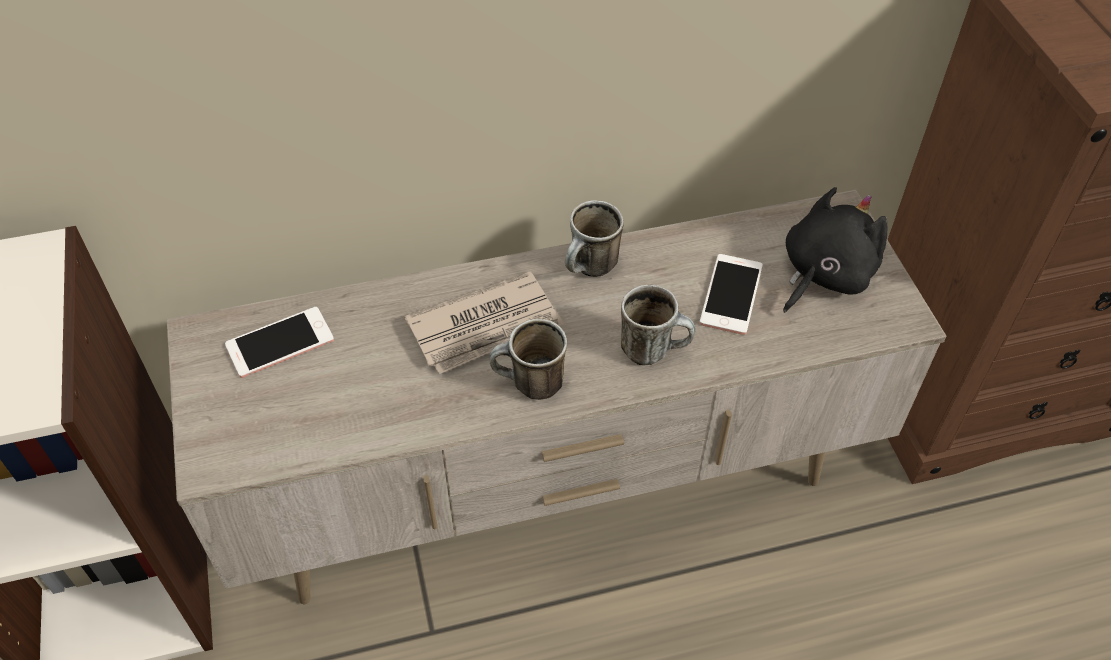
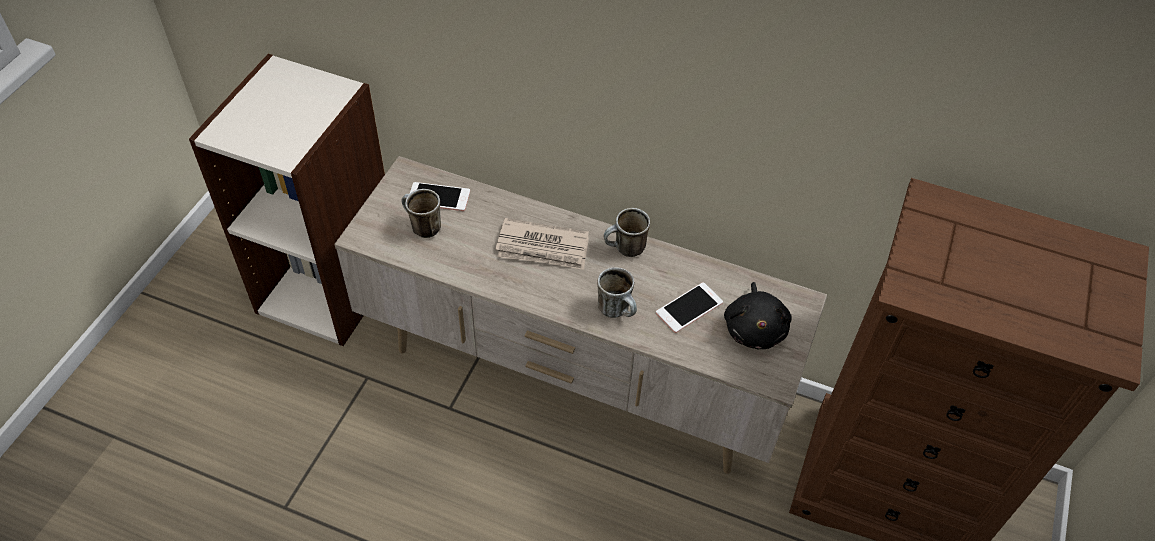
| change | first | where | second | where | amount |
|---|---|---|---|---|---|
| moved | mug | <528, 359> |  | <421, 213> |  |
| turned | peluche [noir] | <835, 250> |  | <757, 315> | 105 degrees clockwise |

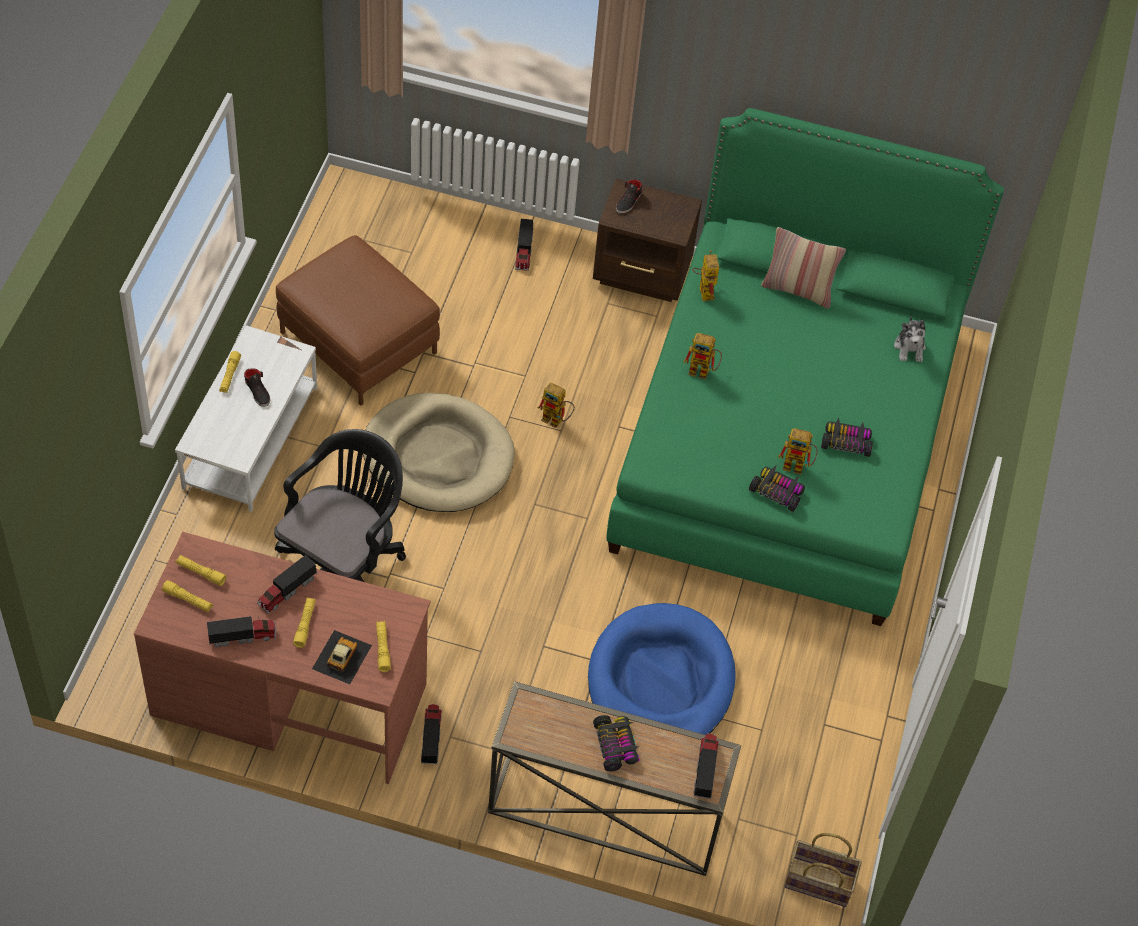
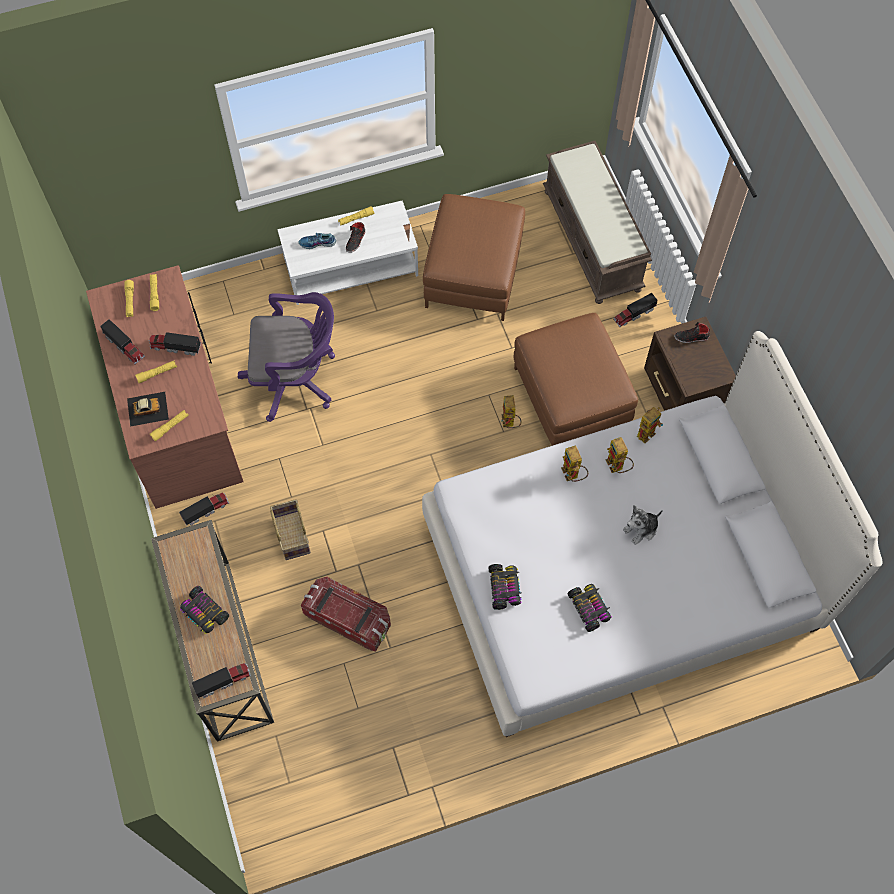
| change | first | where | second | where | amount |
|---|---|---|---|---|---|
| turned | petite voiture | <616, 743> |  | <204, 610> | 90 degrees clockwise |
| recoloured | chaise de bureau [noir] | <340, 505> | chaise de bureau [violet] | <286, 357> |  |
| moved | panier | <823, 870> |  | <290, 529> |  |
| added |  |  | chaussure | <317, 241> |  |
| replaced | panier pour chien [bleu] | <662, 669> | boîte de rangement | <346, 614> |  |
| recoloured | lit [vert] | <805, 367> | lit [blanc] | <652, 534> |  |
| added |  |  | pouf [marron] | <576, 379> |  |
| added |  |  | banc [marron] | <597, 222> |  |
| moved | robot jouet | <798, 451> |  | <620, 455> |  |
| moved | peluche | <910, 338> |  | <643, 525> |  |
| removed | panier pour chien [beige] | <439, 452> |  |  |  |
| removed | coussin | <803, 268> |  |  |  |

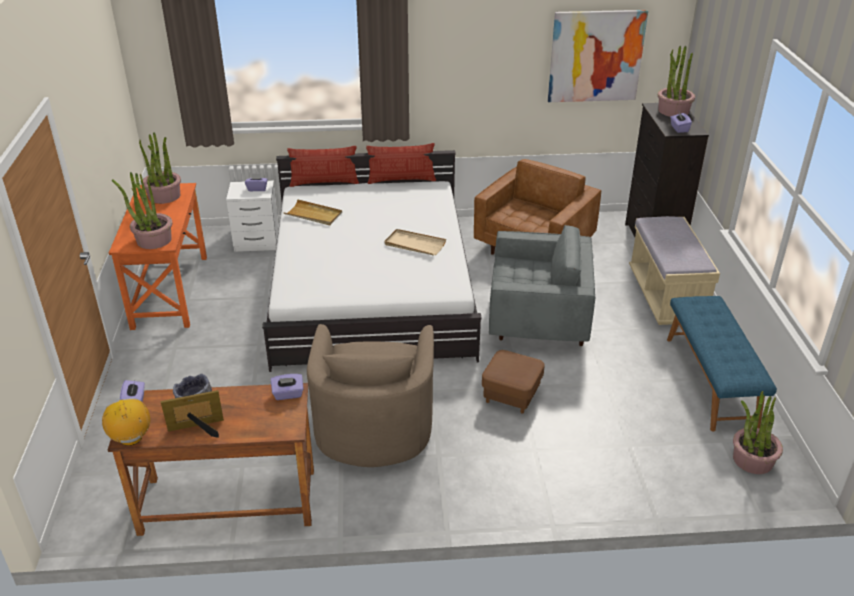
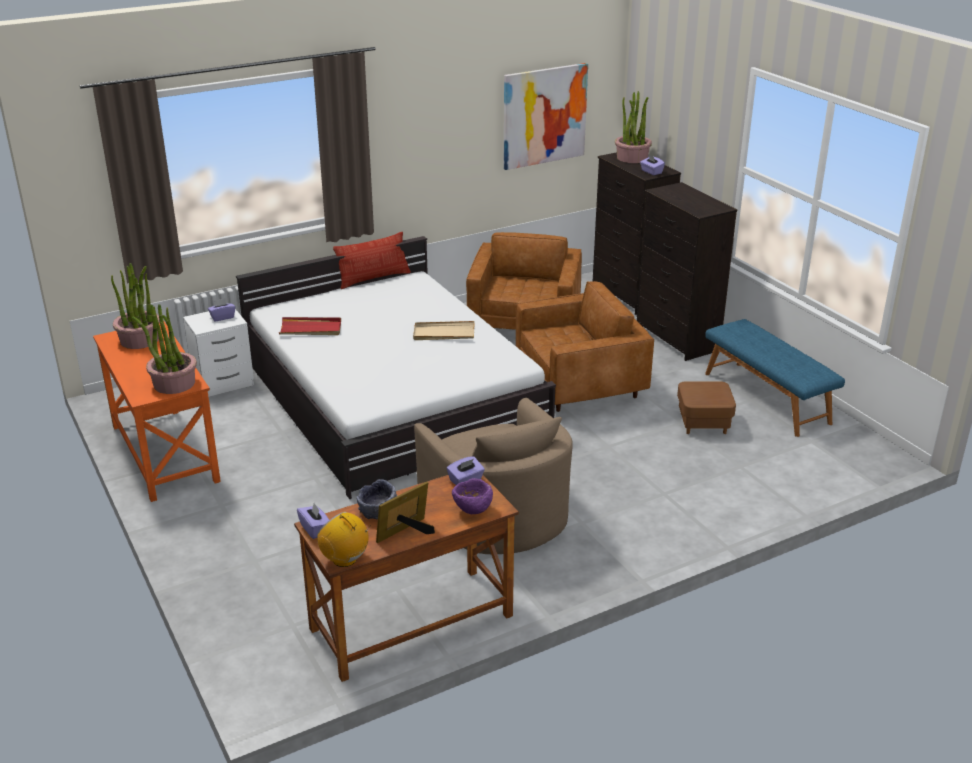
| change | first | where | second | where | amount |
|---|---|---|---|---|---|
| recoloured | plateau [beige] | <312, 212> | plateau [rouge] | <310, 326> |  |
| added |  |  | bol [violet] | <472, 496> |  |
| recoloured | fauteuil [gris] | <542, 285> | fauteuil [marron] | <585, 346> |  |
| replaced | banc [beige] | <674, 270> | commode [noir] | <687, 271> |  |
| moved | pouf [marron] | <513, 382> |  | <706, 407> |  |
| removed | coussin | <323, 166> |  |  |  |
| removed | plante en pot | <758, 432> |  |  |  |

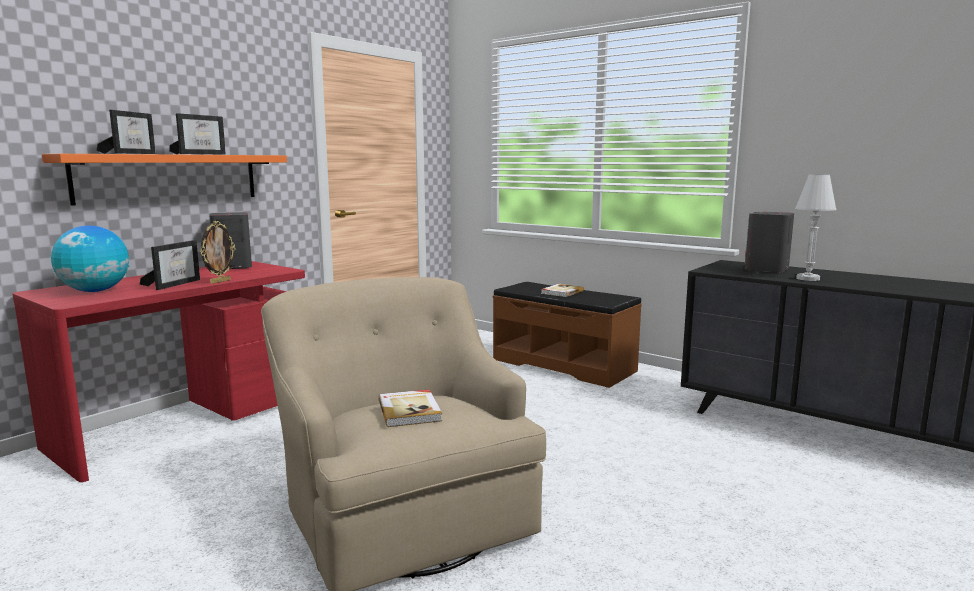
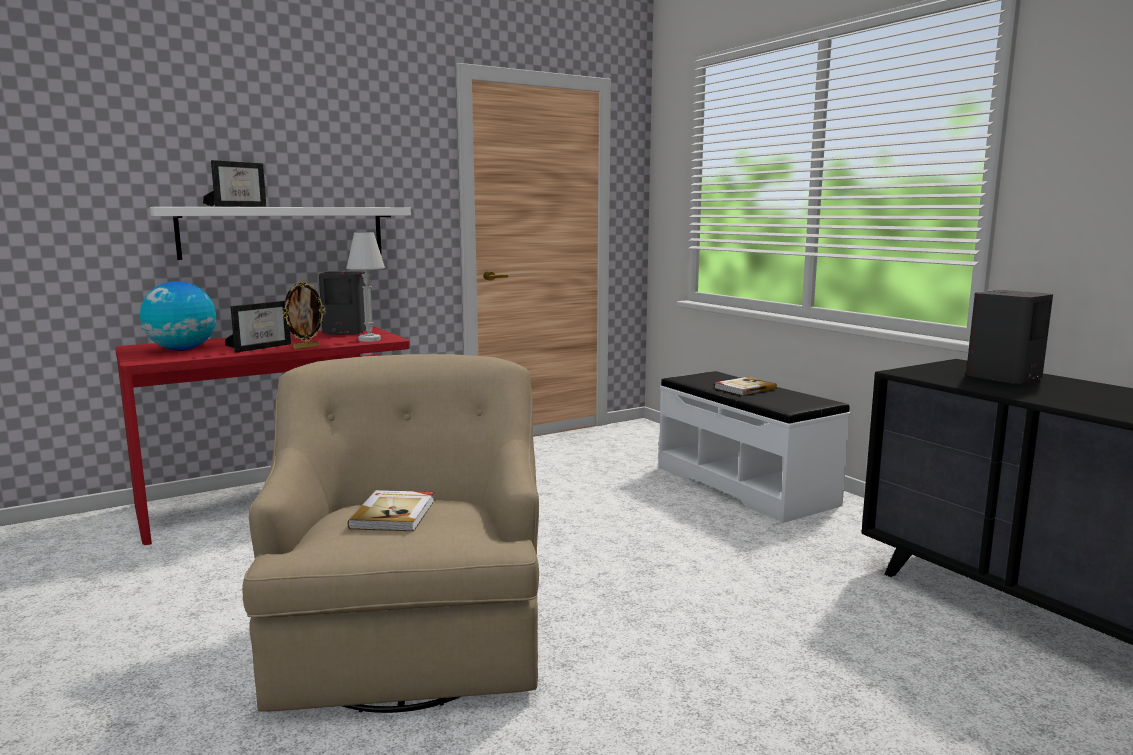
| change | first | where | second | where | amount |
|---|---|---|---|---|---|
| recoloured | étagère [orange] | <164, 180> | étagère [blanc] | <280, 233> |  |
| moved | lampe de table [blanc] | <815, 227> |  | <365, 287> |  |
| recoloured | banc [marron] | <567, 335> | banc [blanc] | <754, 447> |  |
| removed | cadre photo | <197, 133> |  |  |  |

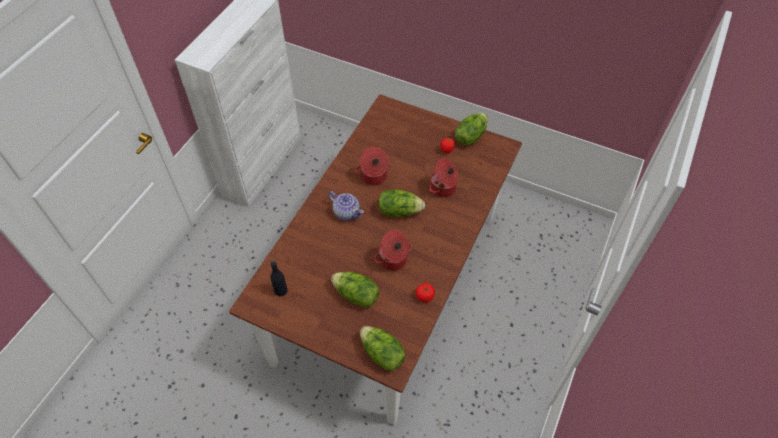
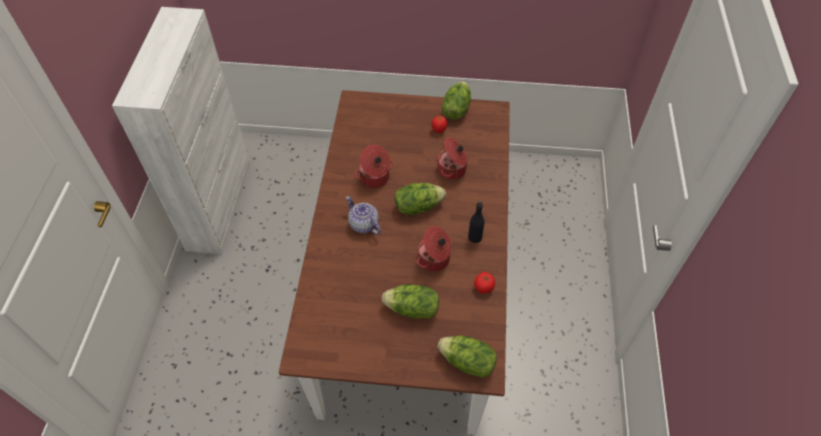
| change | first | where | second | where | amount |
|---|---|---|---|---|---|
| turned | théière | <346, 206> |  | <363, 215> | 150 degrees counterclockwise |
| moved | bouteille [noir] | <279, 277> |  | <476, 221> |  |

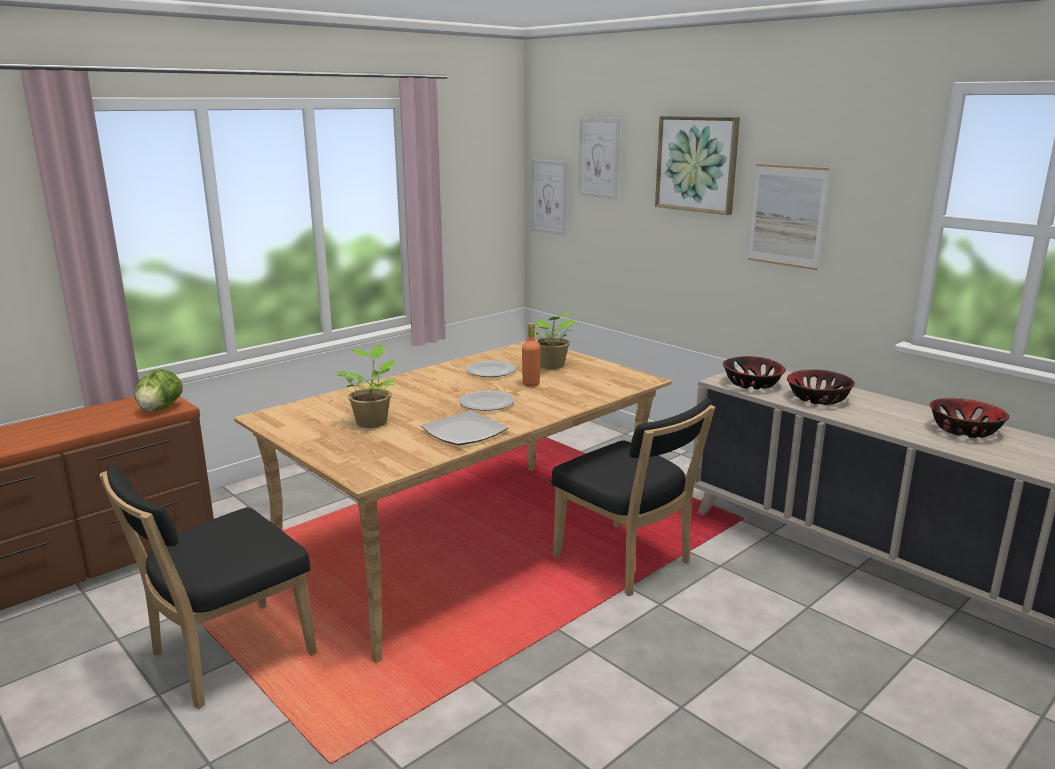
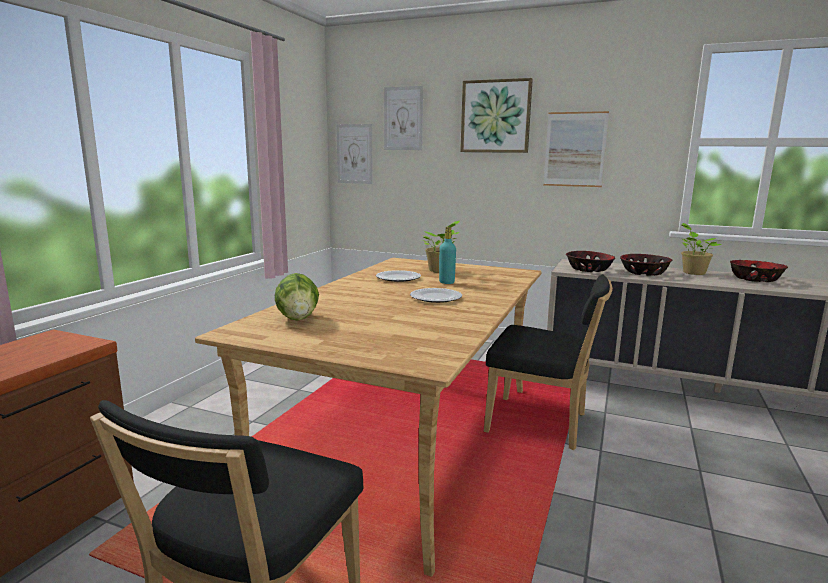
| change | first | where | second | where | amount |
|---|---|---|---|---|---|
| moved | laitue | <159, 390> |  | <297, 297> |  |
| recoloured | bouteille [orange] | <531, 355> | bouteille [turquoise] | <447, 255> |  |
| moved | plante en pot | <366, 386> |  | <701, 249> |  |
| removed | assiette | <464, 427> |  |  |  |

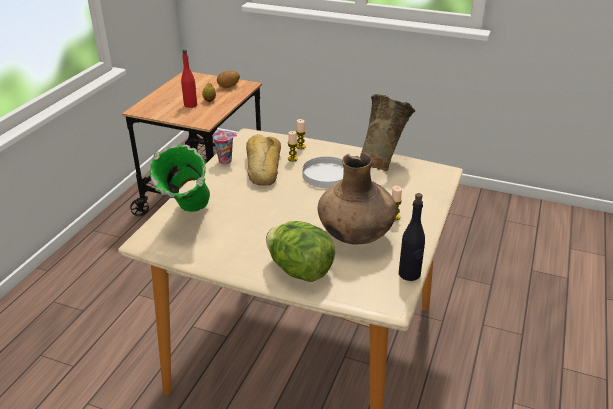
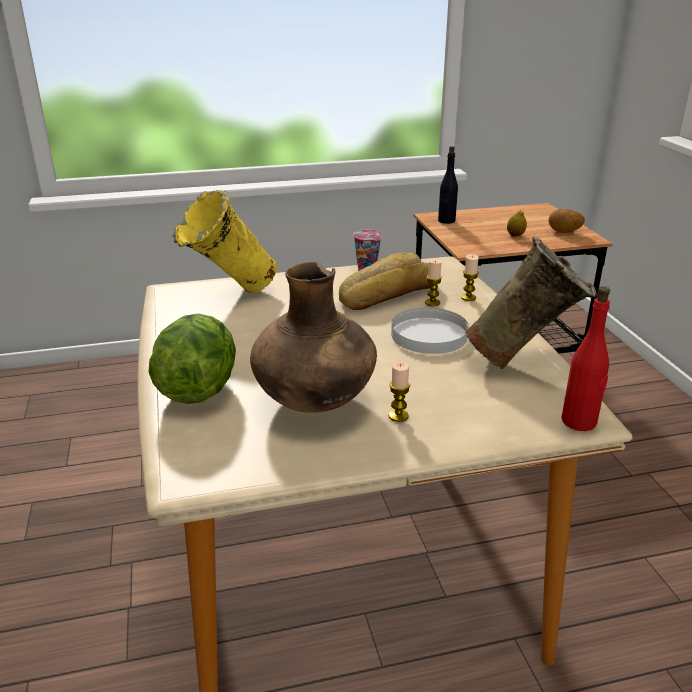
| change | first | where | second | where | amount |
|---|---|---|---|---|---|
| recoloured | vase [vert] | <180, 178> | vase [jaune] | <225, 241> |  |
| moved | bouteille [noir] | <412, 237> |  | <448, 185> |  |
| moved | bouteille [rouge] | <189, 79> |  | <585, 358> |  |

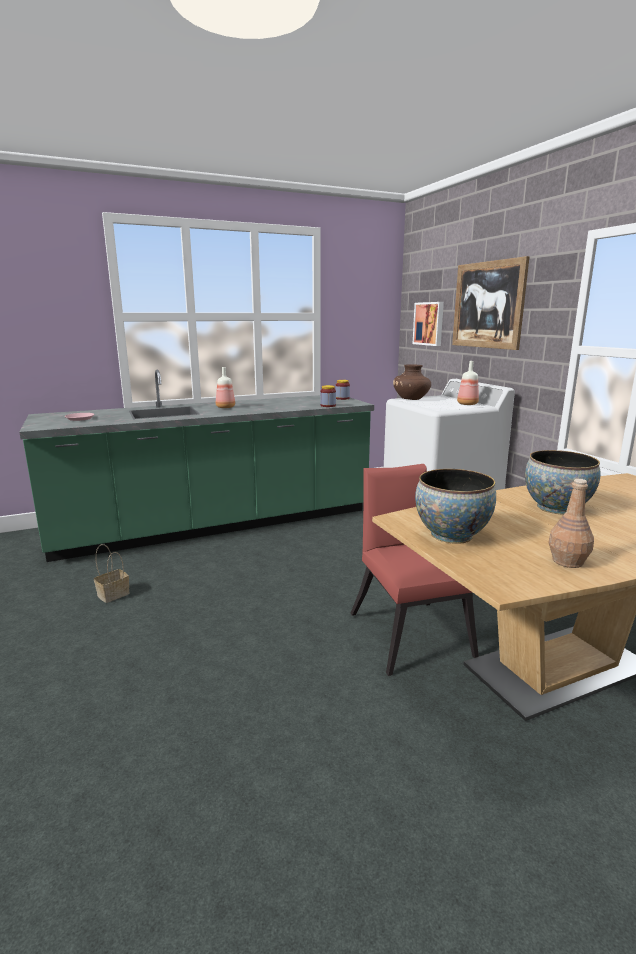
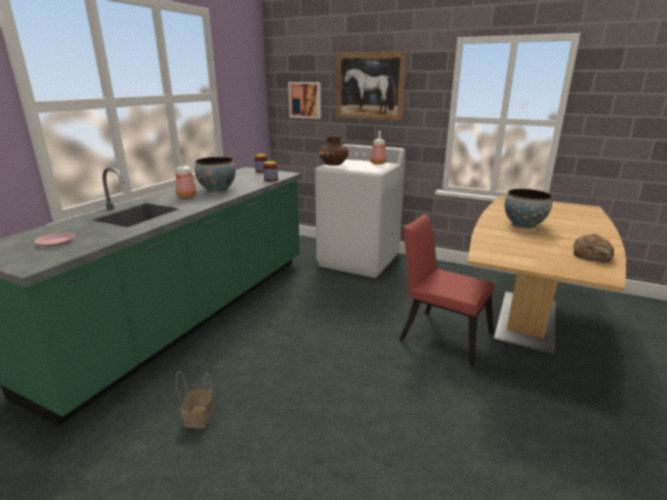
| change | first | where | second | where | amount |
|---|---|---|---|---|---|
| moved | bol | <455, 506> |  | <215, 175> |  |
| replaced | bouteille [marron] | <571, 523> | pain | <593, 248> |  |

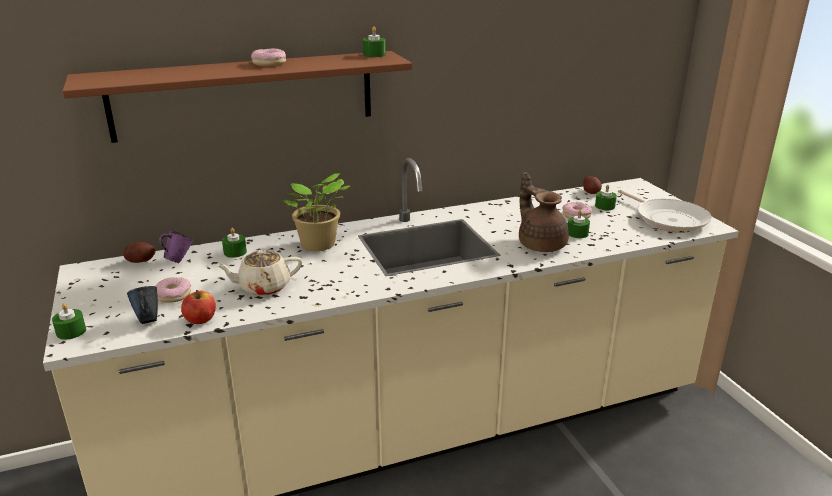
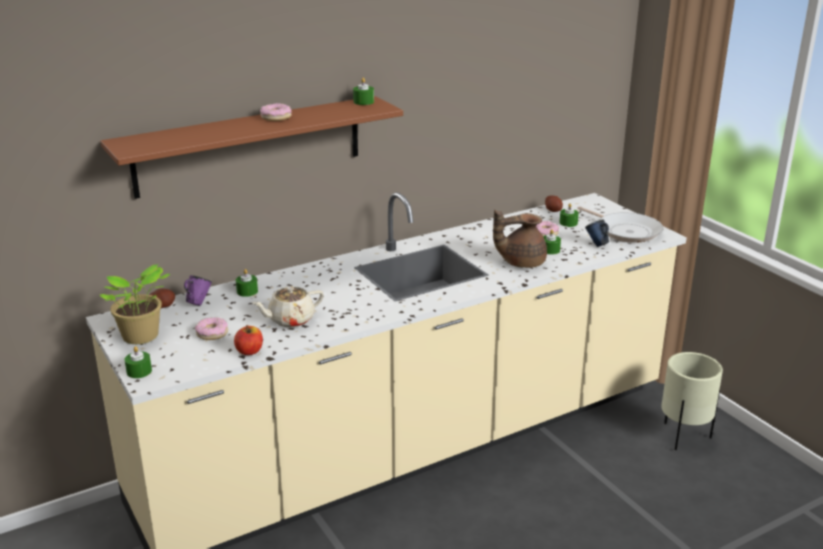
| change | first | where | second | where | amount |
|---|---|---|---|---|---|
| moved | plante en pot | <316, 212> |  | <135, 304> |  |
| turned | théière [marron] | <544, 212> |  | <520, 239> | 60 degrees counterclockwise |
| moved | mug [bleu] | <142, 305> |  | <597, 233> |  |
| added |  |  | cache-pot [beige] | <692, 401> |  |

